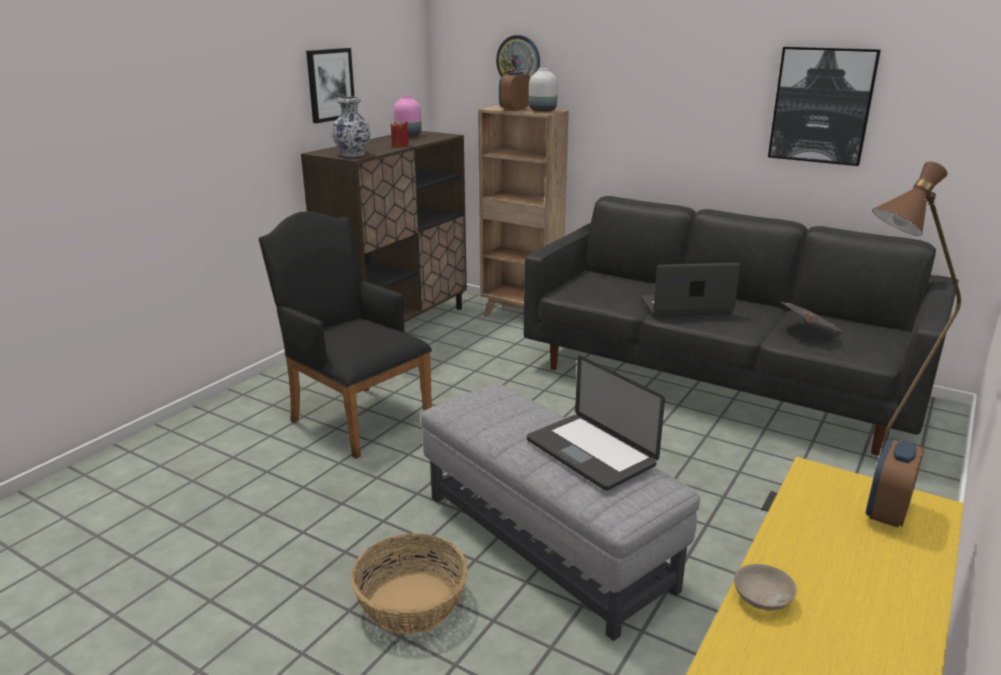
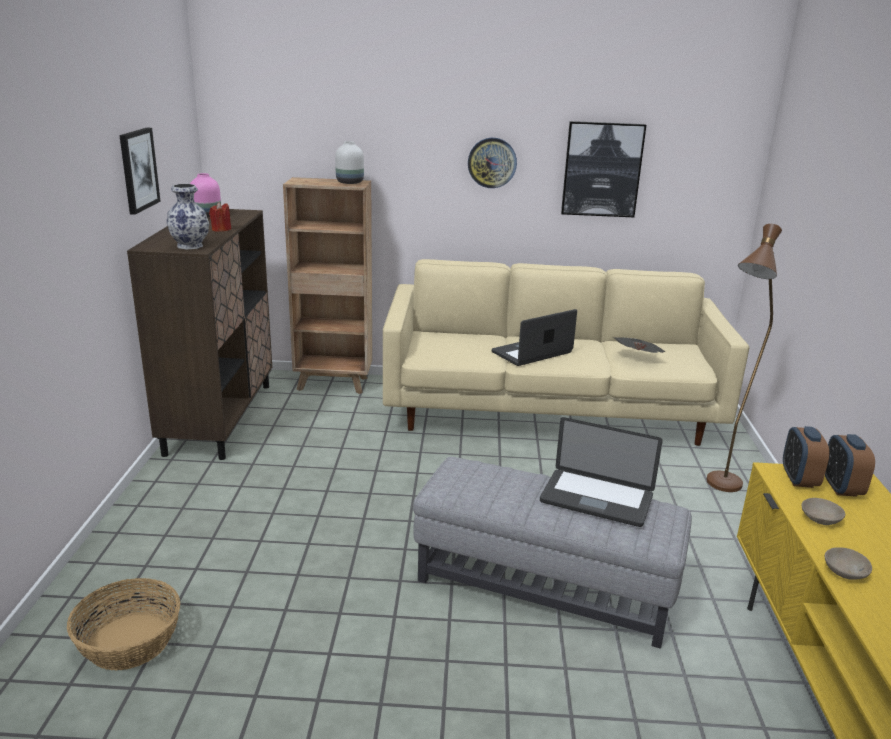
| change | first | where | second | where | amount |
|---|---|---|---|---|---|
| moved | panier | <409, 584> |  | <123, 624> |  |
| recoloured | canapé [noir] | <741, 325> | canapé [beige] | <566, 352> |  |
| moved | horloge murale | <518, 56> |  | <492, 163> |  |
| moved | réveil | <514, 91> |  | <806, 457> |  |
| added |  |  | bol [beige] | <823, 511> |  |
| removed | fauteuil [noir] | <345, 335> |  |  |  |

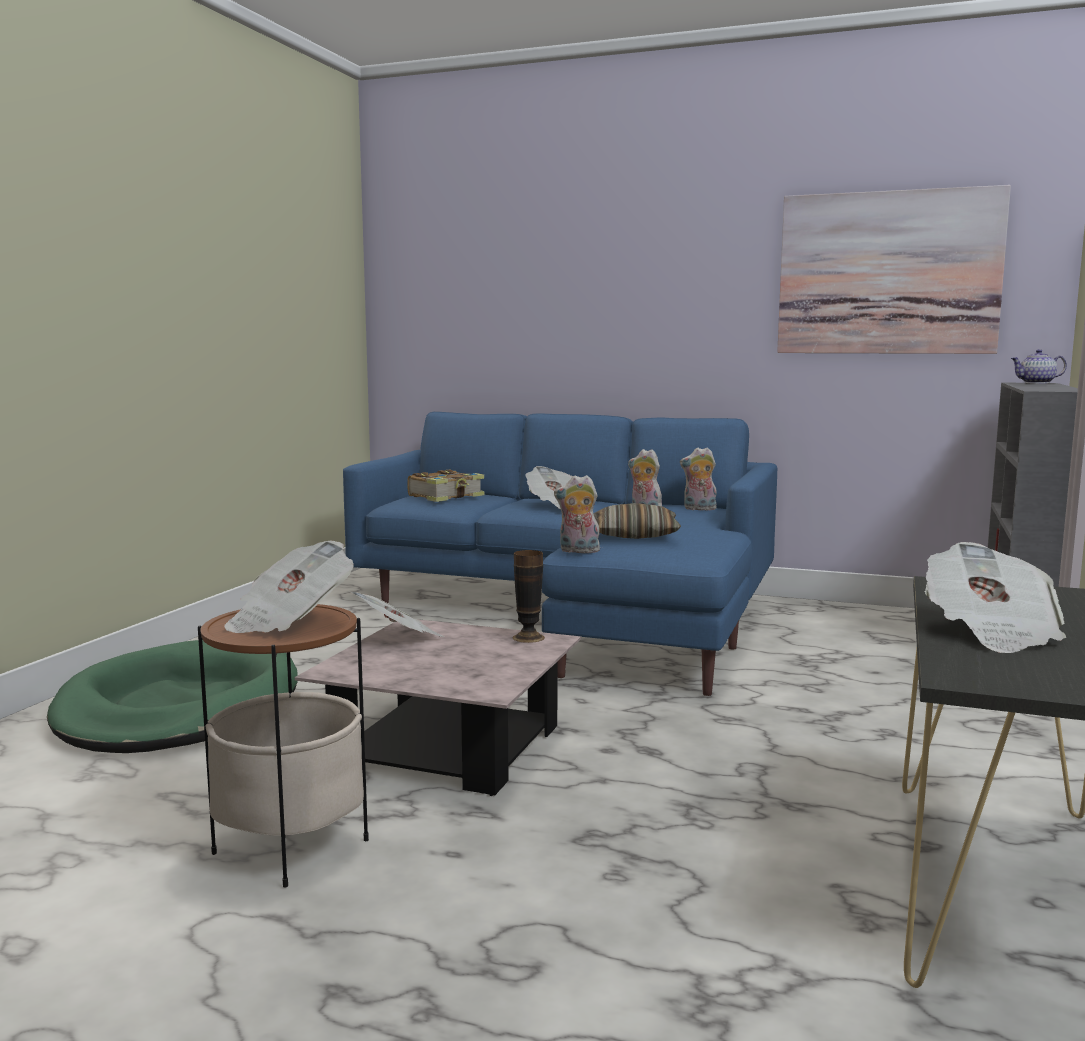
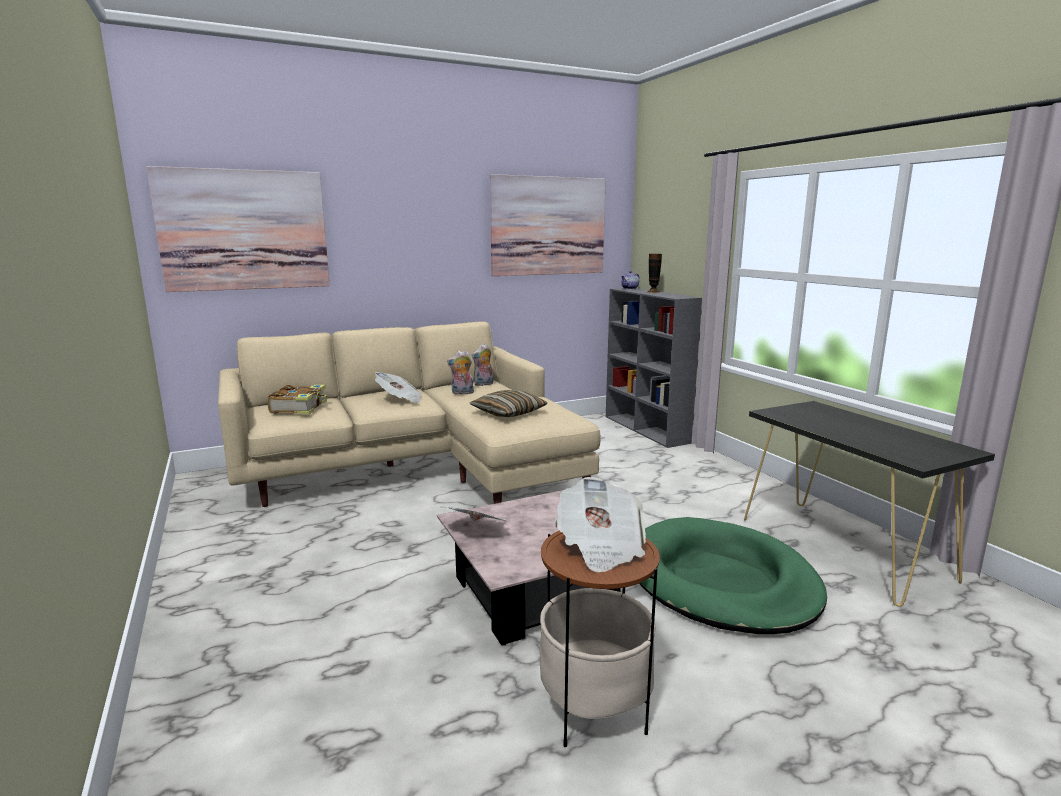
| change | first | where | second | where | amount |
|---|---|---|---|---|---|
| added |  |  | tableau | <238, 229> |  |
| recoloured | canapé [bleu] | <560, 554> | canapé [beige] | <409, 414> |  |
| moved | panier pour chien [vert] | <172, 696> |  | <733, 575> |  |
| moved | vase | <528, 596> |  | <654, 273> |  |
| removed | peluche | <578, 514> |  |  |  |
| removed | journal | <995, 597> |  |  |  |

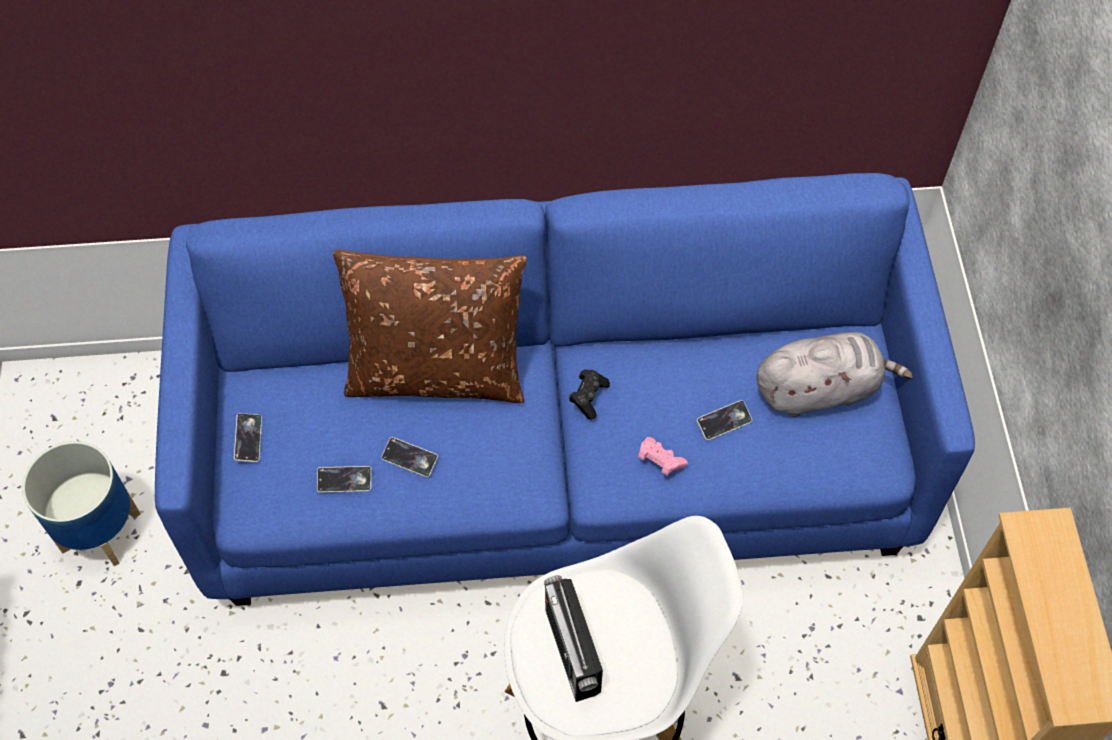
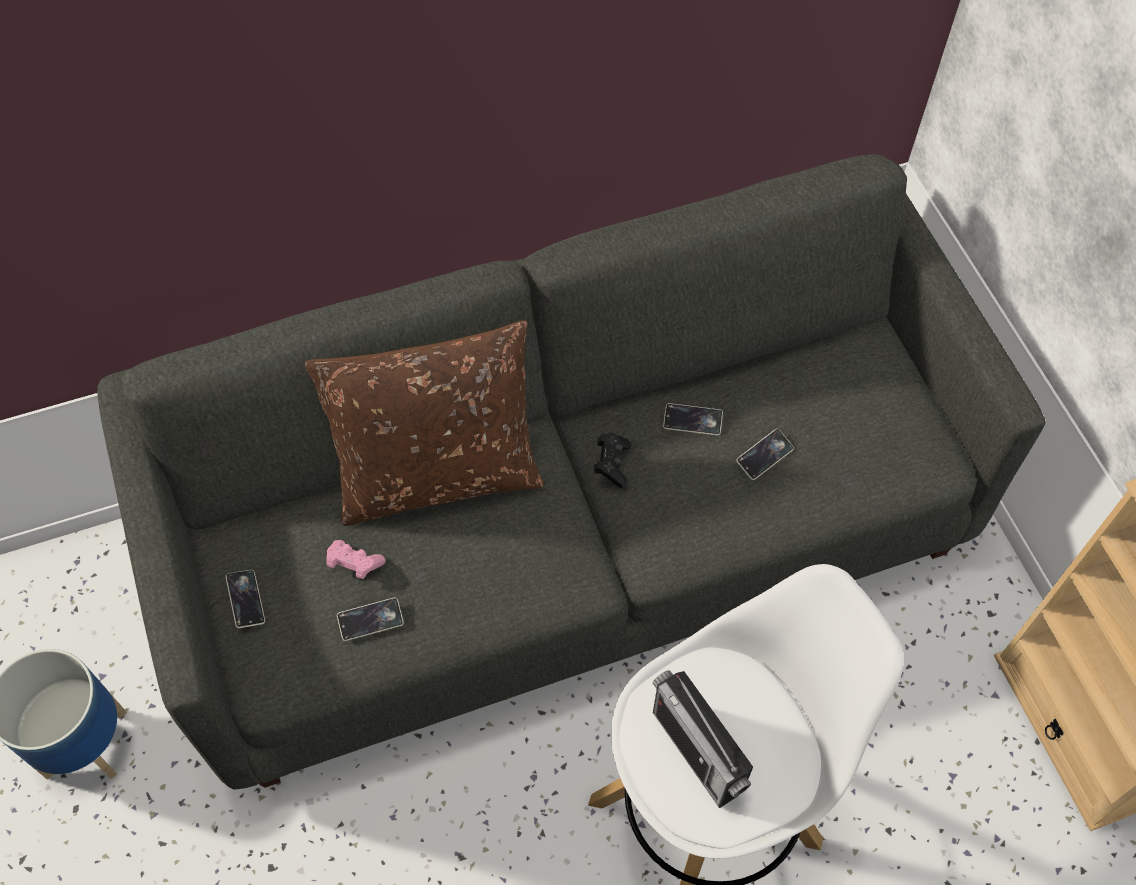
| change | first | where | second | where | amount |
|---|---|---|---|---|---|
| recoloured | canapé [bleu] | <565, 389> | canapé [gris] | <571, 472> |  |
| moved | manette [rose] | <663, 456> |  | <356, 559> |  |
| moved | téléphone | <409, 457> |  | <693, 419> |  |
| removed | peluche [gris] | <834, 374> |  |  |  |

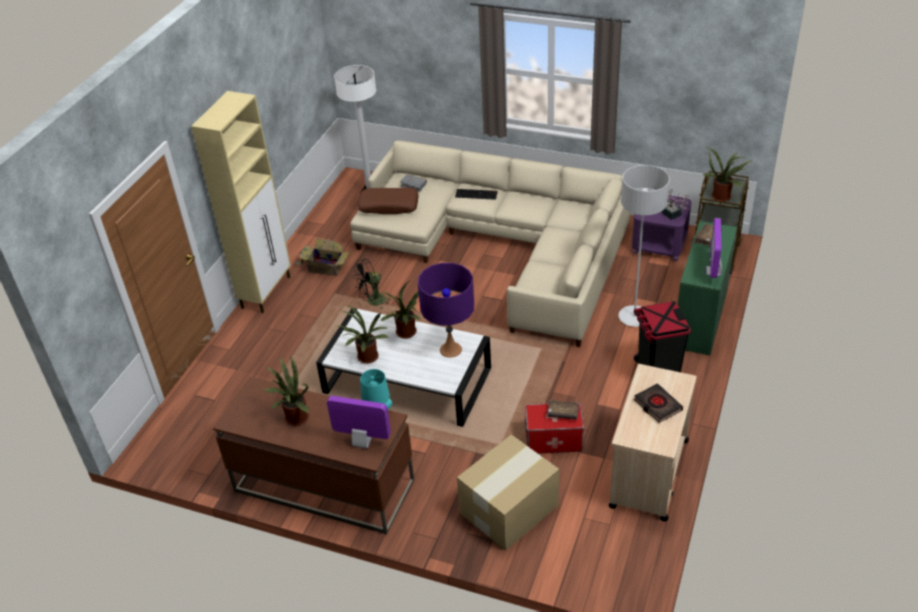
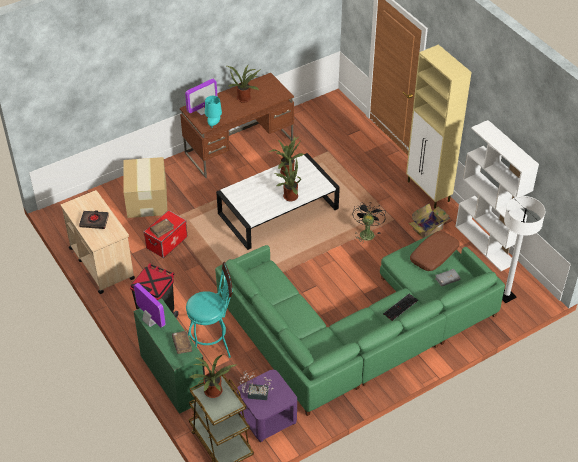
| change | first | where | second | where | amount |
|---|---|---|---|---|---|
| replaced | lampadaire [gris] | <644, 246> | tabouret [turquoise] | <209, 310> |  |
| recoloured | canapé [beige] | <490, 243> | canapé [vert] | <360, 325> |  |
| added |  |  | bibliothèque [blanc] | <497, 195> |  |
| removed | lampe de table [violet] | <446, 310> |  |  |  |

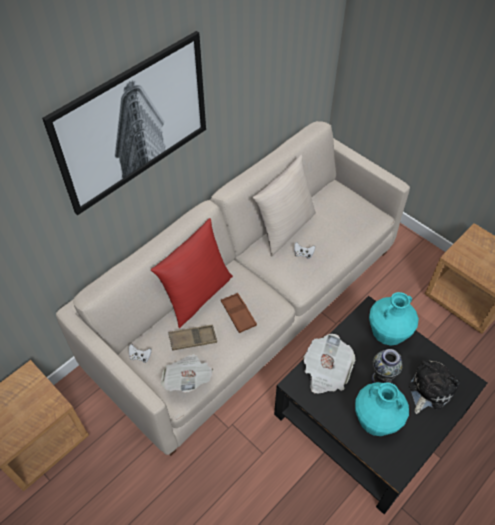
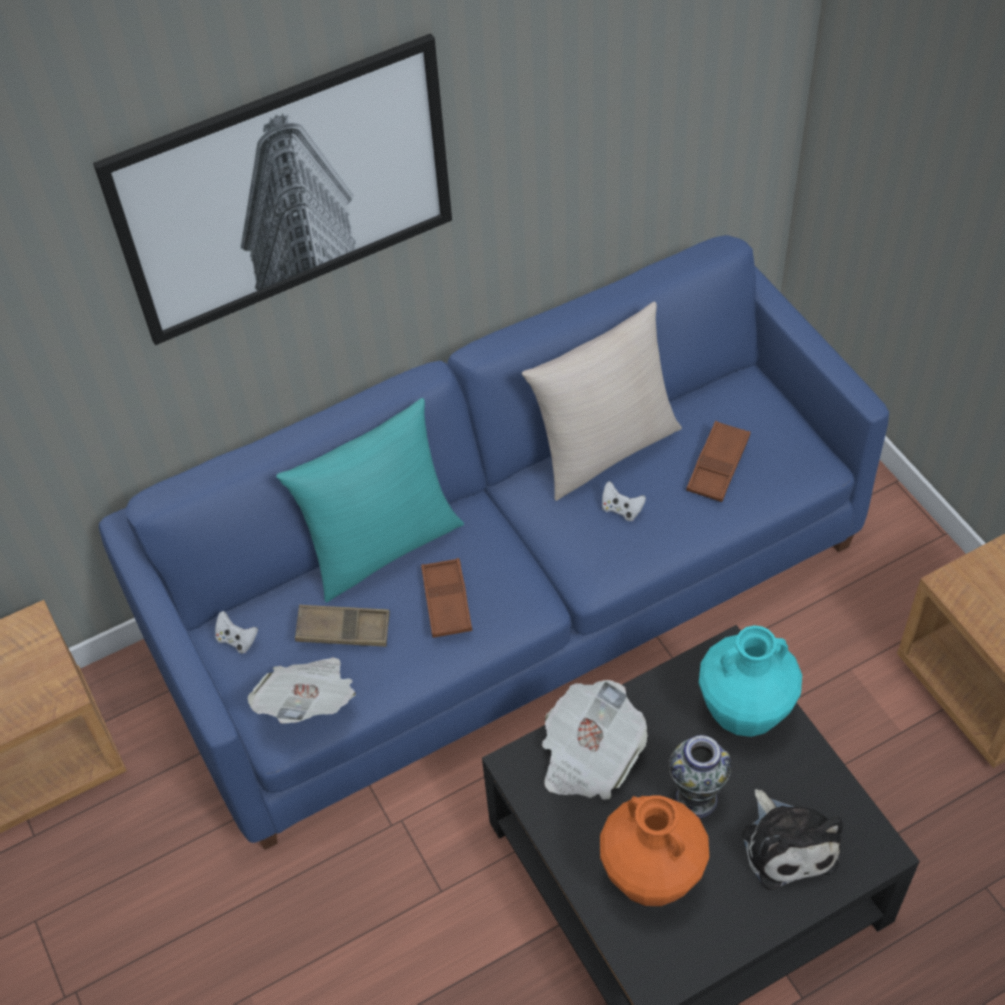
| change | first | where | second | where | amount |
|---|---|---|---|---|---|
| recoloured | canapé [beige] | <233, 288> | canapé [bleu] | <494, 542> |  |
| recoloured | coussin [rouge] | <192, 273> | coussin [turquoise] | <370, 500> |  |
| recoloured | vase [turquoise] | <382, 409> | vase [orange] | <654, 850> |  |
| added |  |  | plateau [marron] | <718, 461> |  |
| turned | peluche | <434, 387> |  | <792, 839> | 105 degrees clockwise |

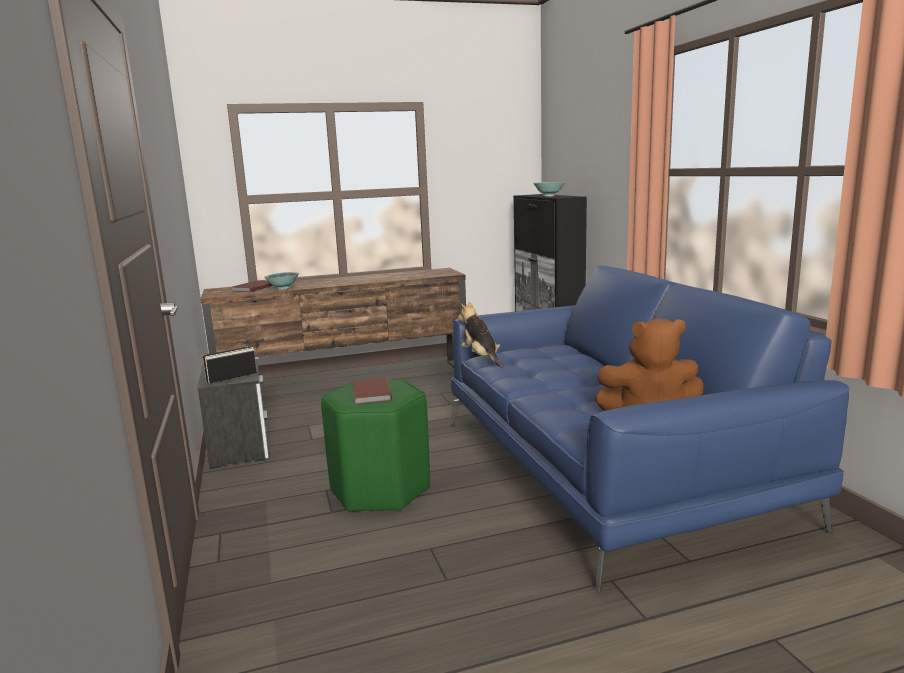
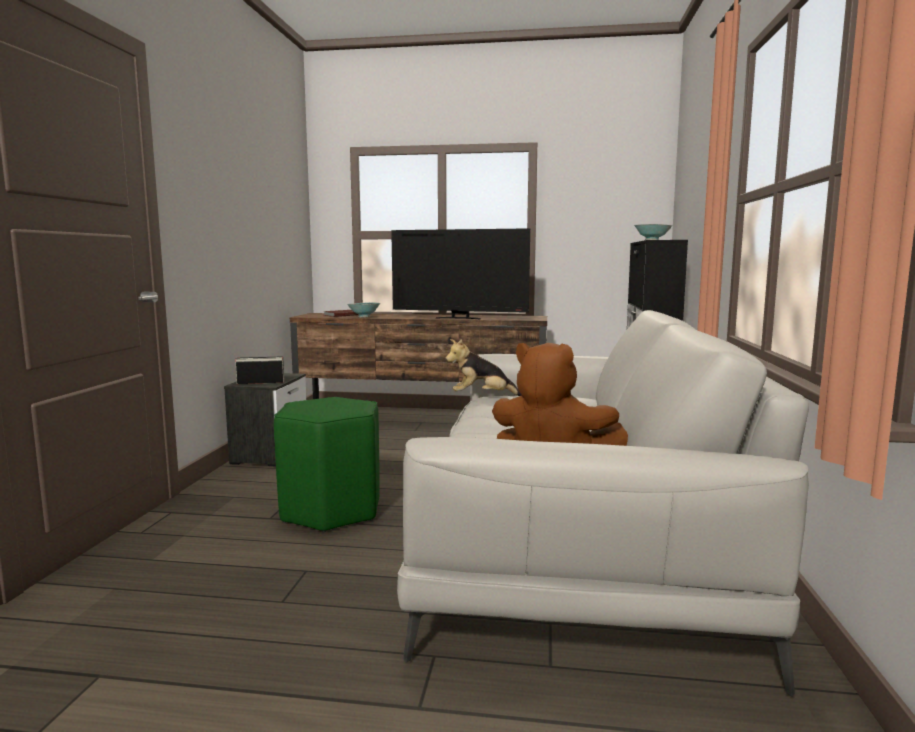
| change | first | where | second | where | amount |
|---|---|---|---|---|---|
| added |  |  | téléviseur | <460, 274> |  |
| recoloured | canapé [bleu] | <650, 428> | canapé [gris] | <603, 503> |  |
| turned | peluche | <481, 334> |  | <483, 367> | 90 degrees counterclockwise |
| removed | livre [marron] | <372, 391> |  |  |  |

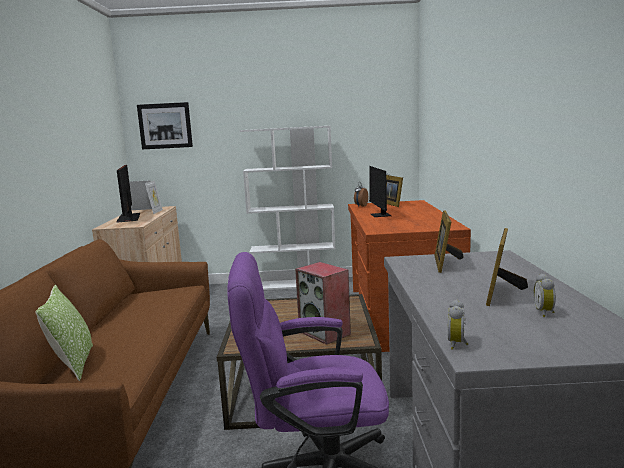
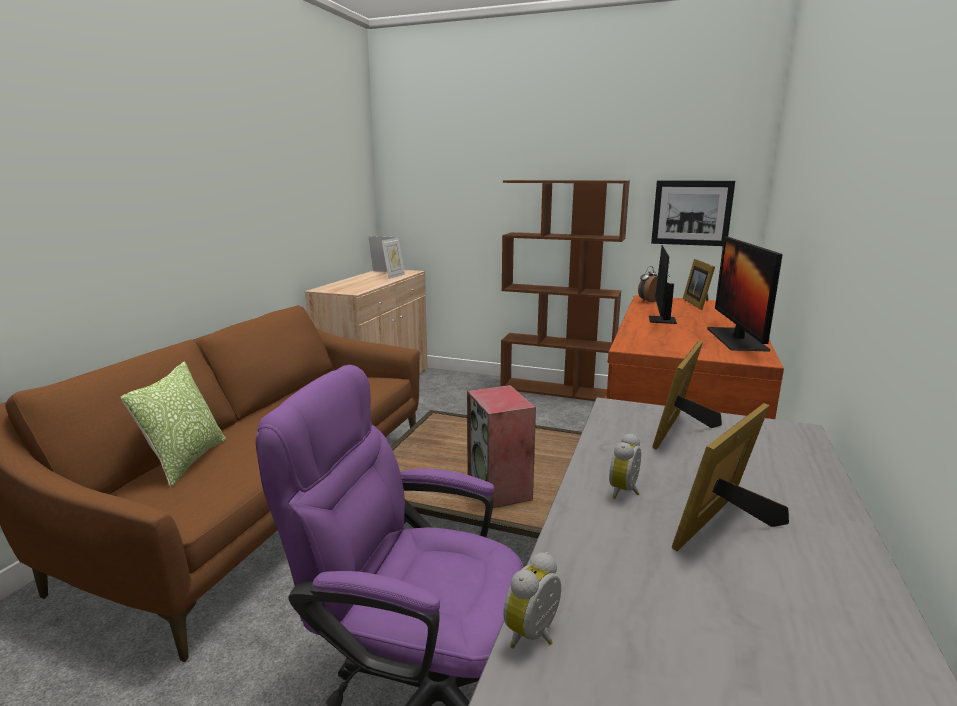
| change | first | where | second | where | amount |
|---|---|---|---|---|---|
| recoloured | bibliothèque [blanc] | <288, 208> | bibliothèque [marron] | <565, 290> |  |
| moved | réveil | <545, 295> |  | <625, 466> |  |
| moved | tableau | <165, 125> |  | <693, 213> |  |
| moved | écran d'ordinateur | <128, 194> |  | <745, 294> |  |

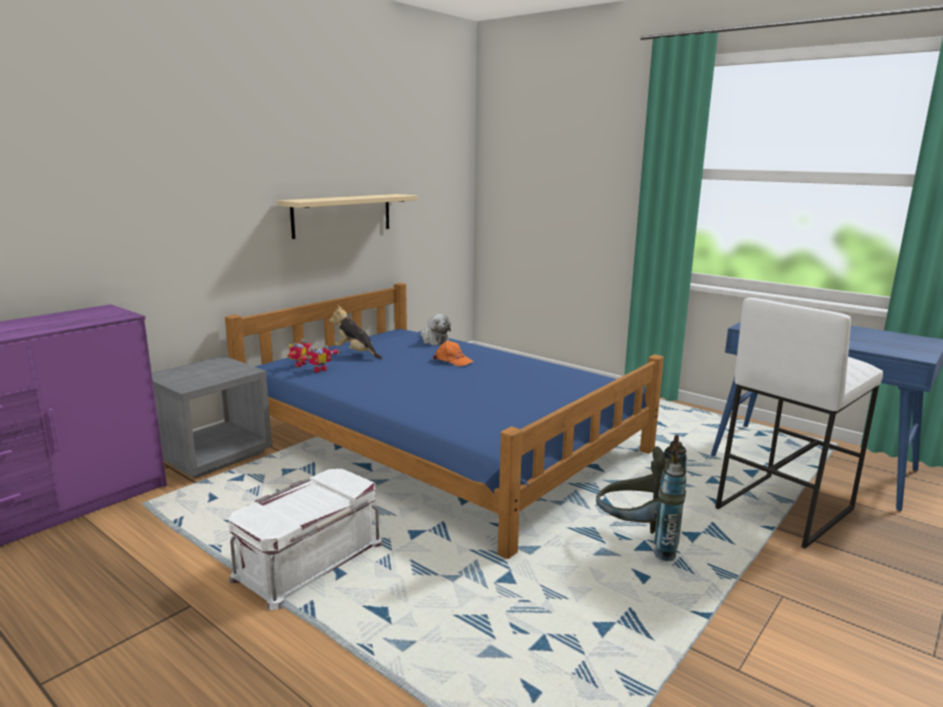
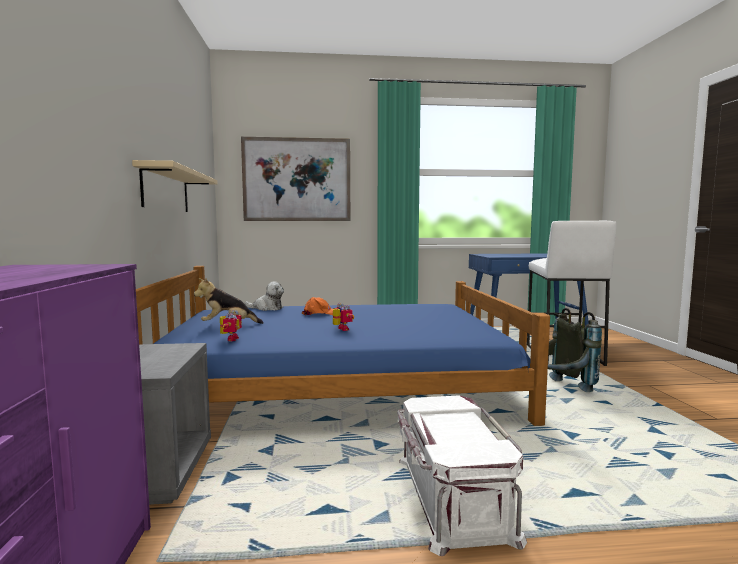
| change | first | where | second | where | amount |
|---|---|---|---|---|---|
| added |  |  | tableau | <295, 179> |  |
| moved | robot jouet | <299, 353> |  | <343, 317> |  |

